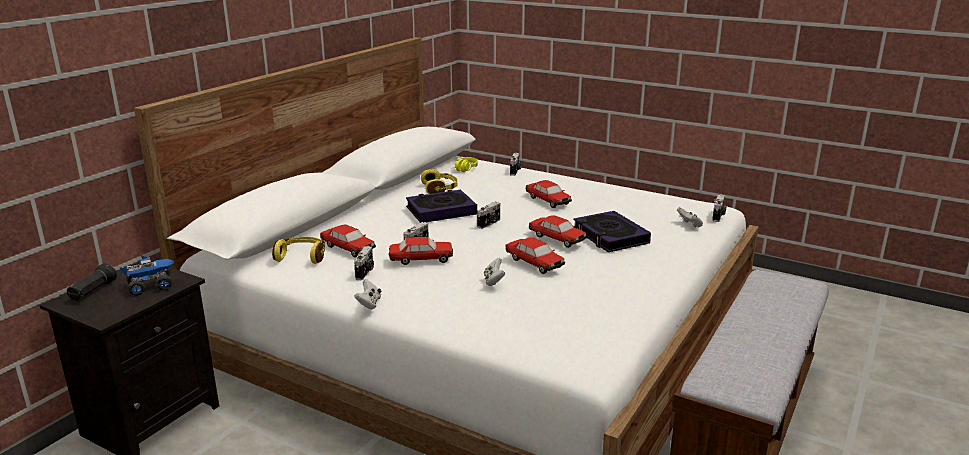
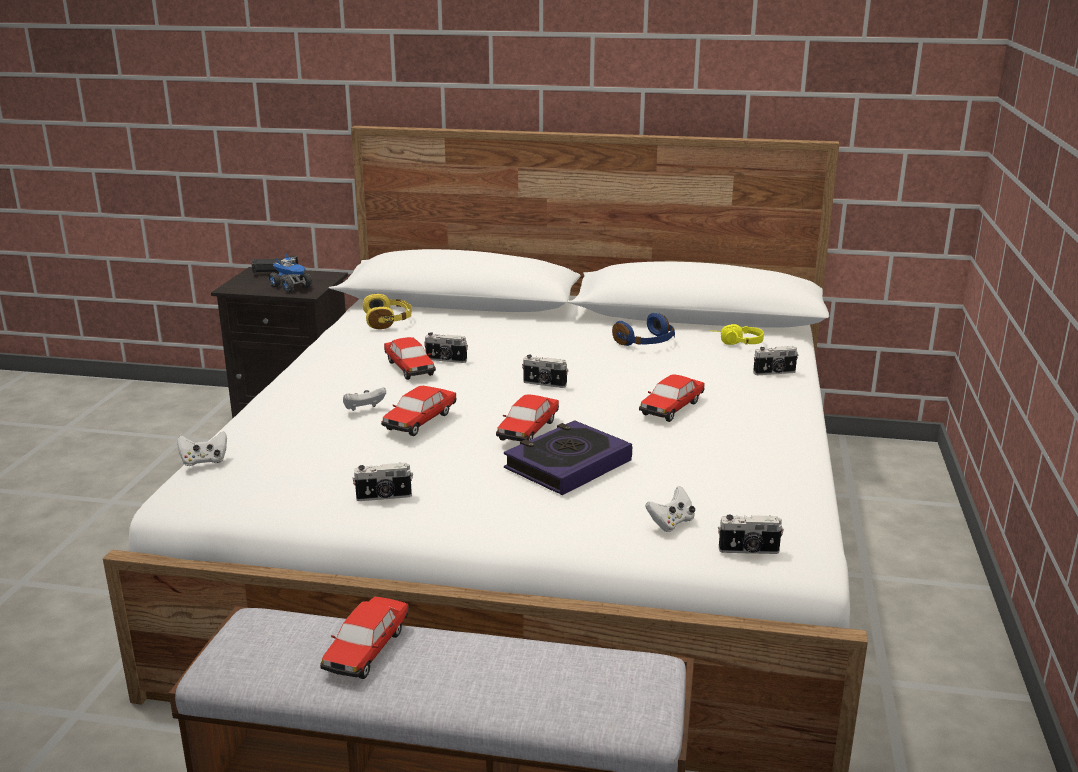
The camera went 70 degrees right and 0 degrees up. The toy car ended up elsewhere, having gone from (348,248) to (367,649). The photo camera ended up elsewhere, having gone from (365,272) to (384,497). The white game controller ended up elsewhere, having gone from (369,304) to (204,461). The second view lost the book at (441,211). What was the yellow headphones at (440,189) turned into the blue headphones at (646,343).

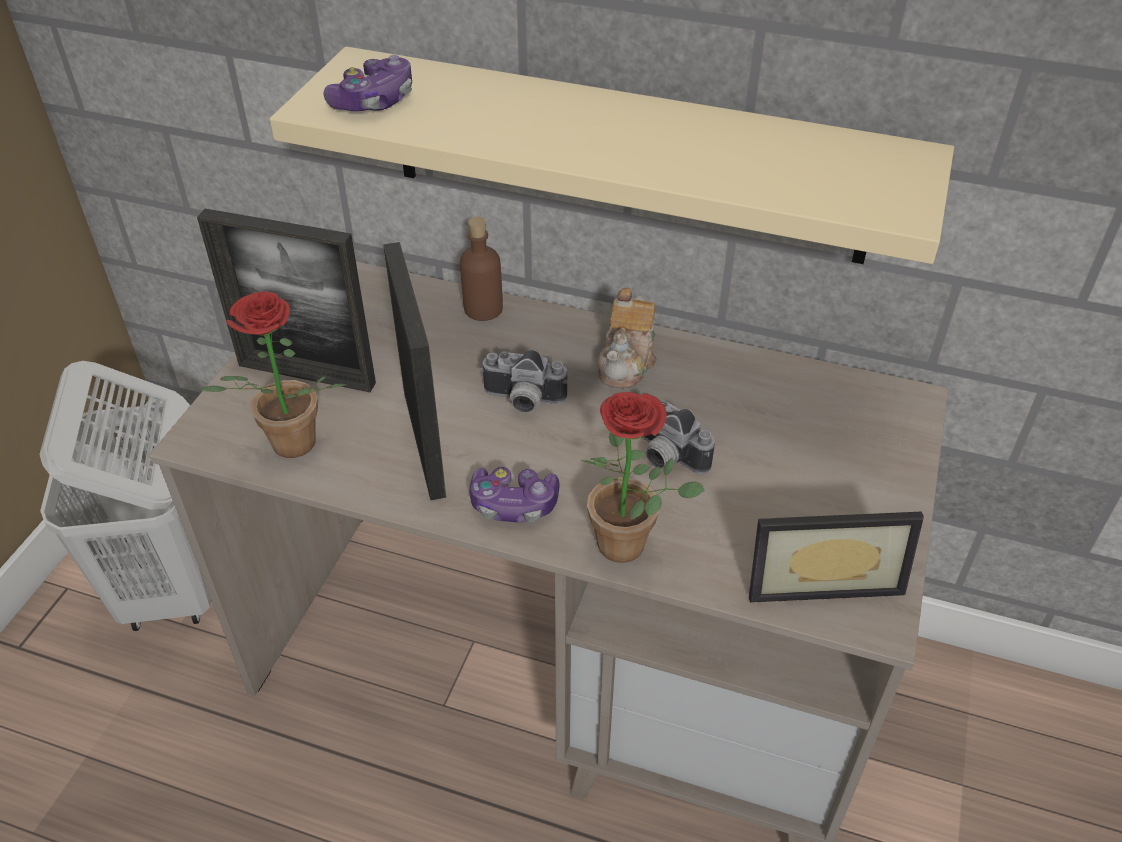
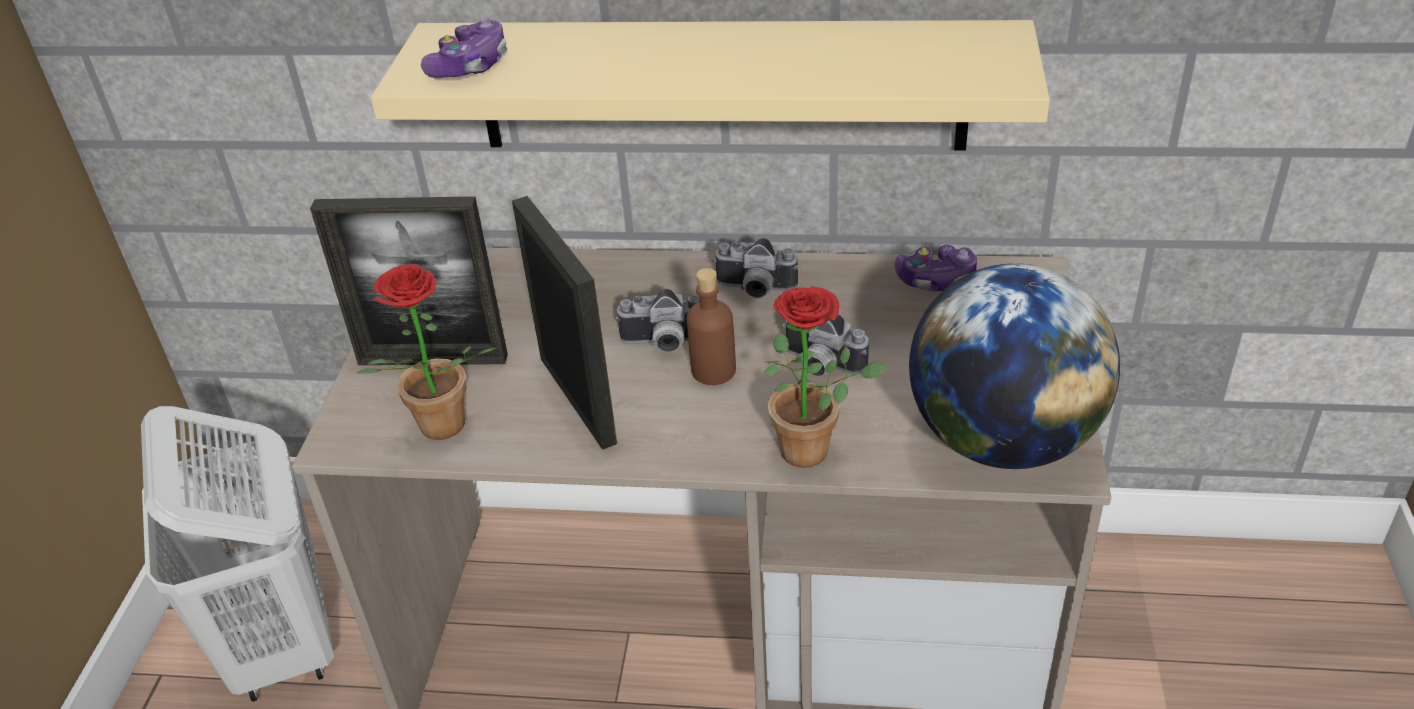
The camera went 10 degrees left and 5 degrees down. The brown bottle ended up elsewhere, having gone from (483,309) to (713,370). The game controller ended up elsewhere, having gone from (514,504) to (936,280). Where the teapot stood at (627,363), the photo camera came to stand at (754,290). Where the picture frame stood at (821,575), the globe came to stand at (1002,440).

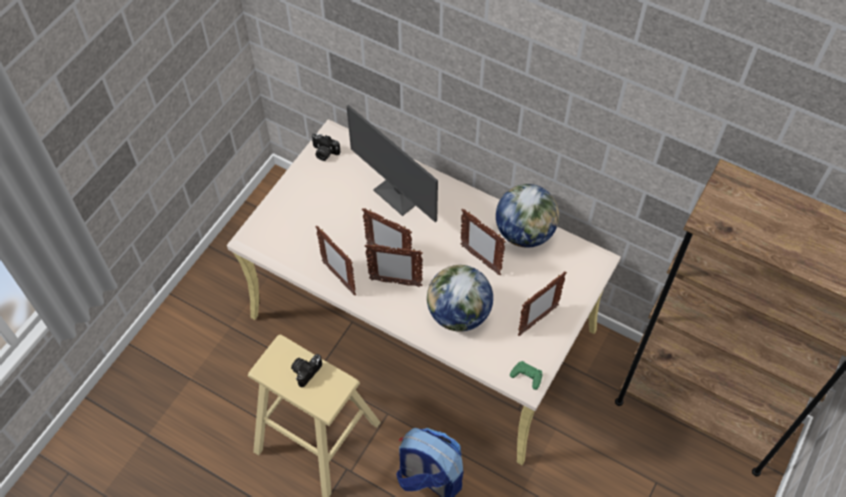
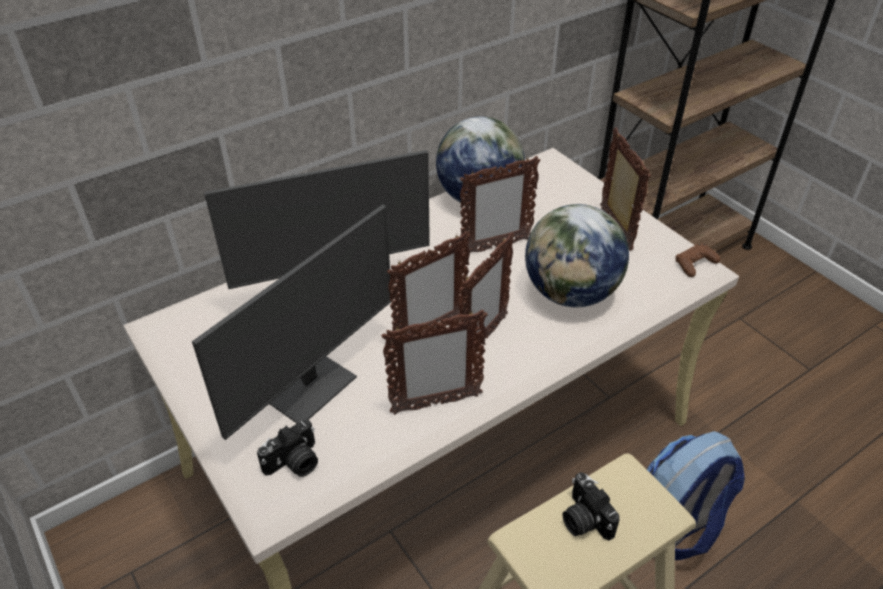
The camera went 65 degrees left and 15 degrees down. The photo camera ended up elsewhere, having gone from (324,153) to (294,463). What was the green game controller at (527,376) turned into the brown game controller at (695,264). The second view gained the monitor at (309,386).

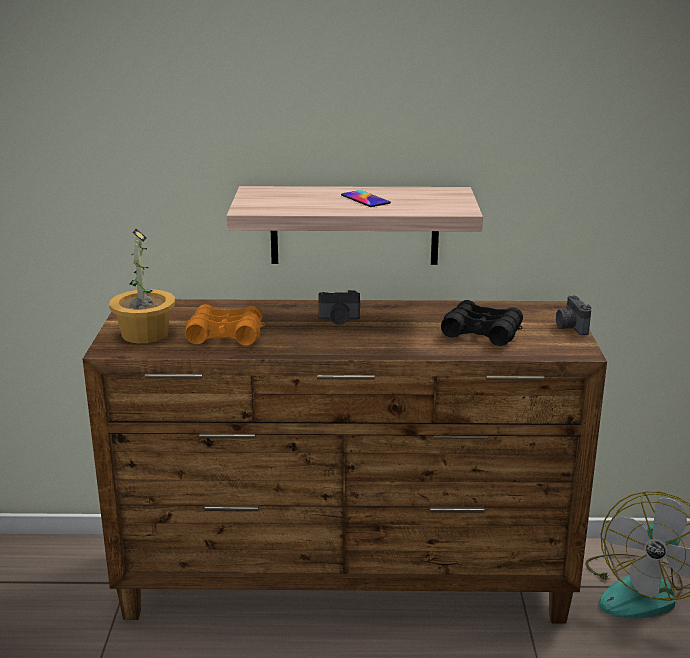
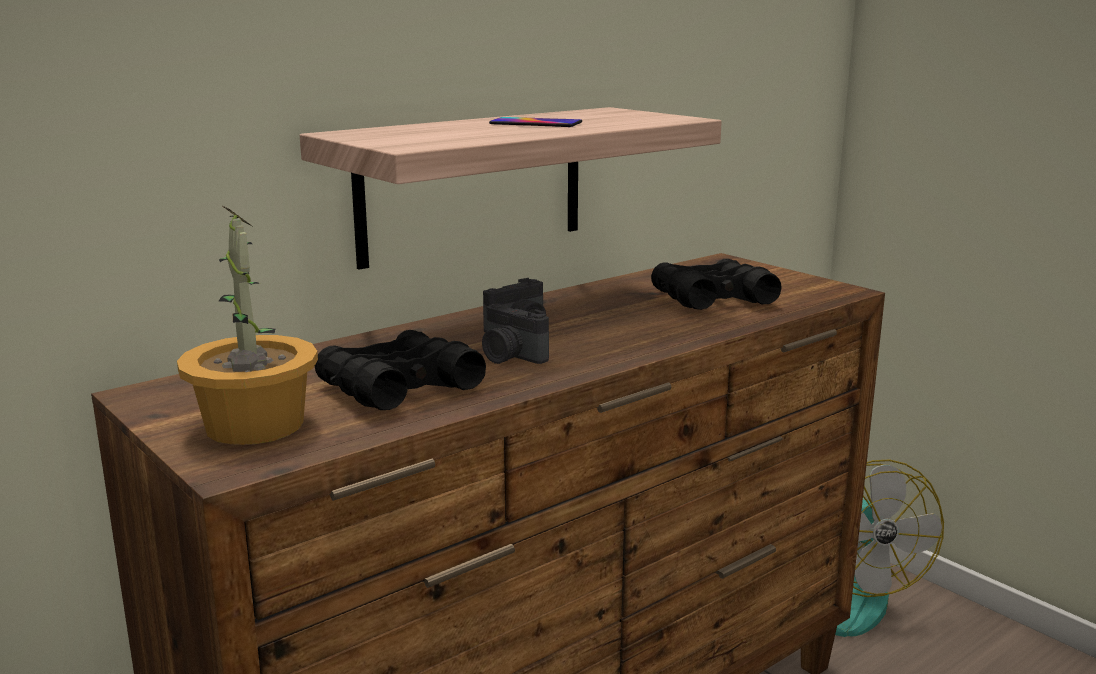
The camera went 40 degrees left and 5 degrees down. What was the orange binoculars at (225,335) turned into the black binoculars at (399,388). The photo camera ended up elsewhere, having gone from (570,327) to (509,357).

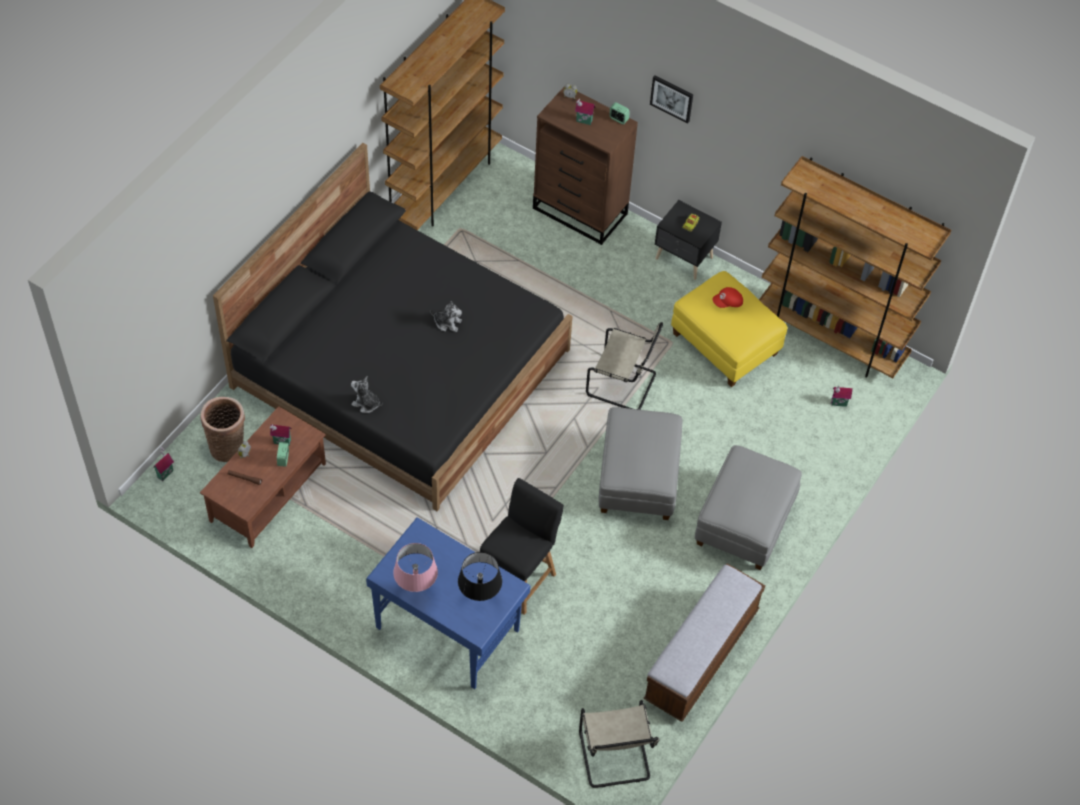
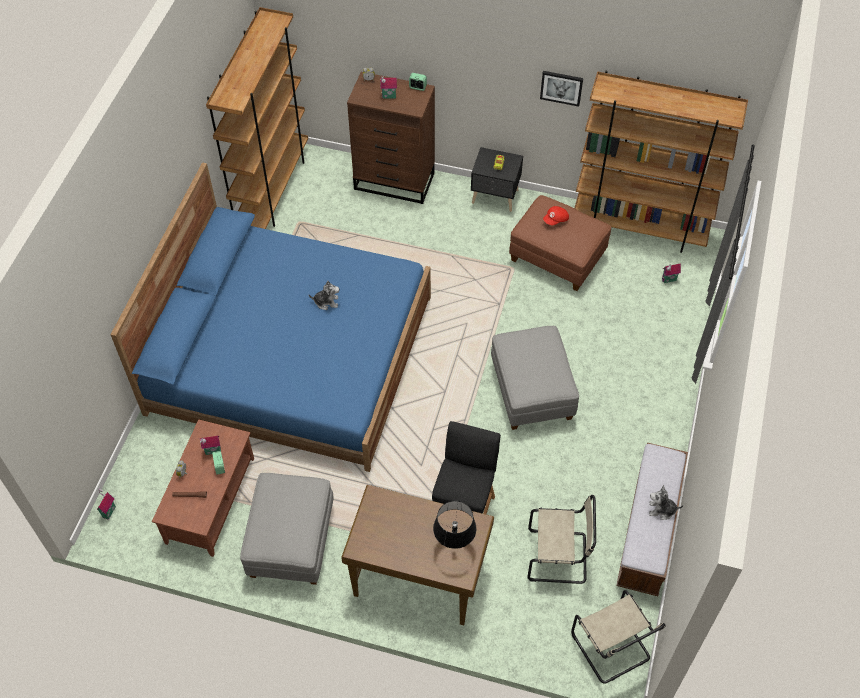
The camera went 15 degrees left and 0 degrees up. The second view lost the basket at (228,446). What was the black bed at (400,368) turned into the blue bed at (290,354). The plush toy ended up elsewhere, having gone from (366,404) to (662,510). What was the blue desk at (447,627) turned into the brown desk at (418,575). The second view lost the pink table lamp at (416,591). The beige chair ended up elsewhere, having gone from (624,384) to (559,557). The picture ended up elsewhere, having gone from (672,98) to (561,87). What was the yellow ottoman at (725,344) turned into the brown ottoman at (557,257). The grey ottoman ended up elsewhere, having gone from (744,523) to (292,541).

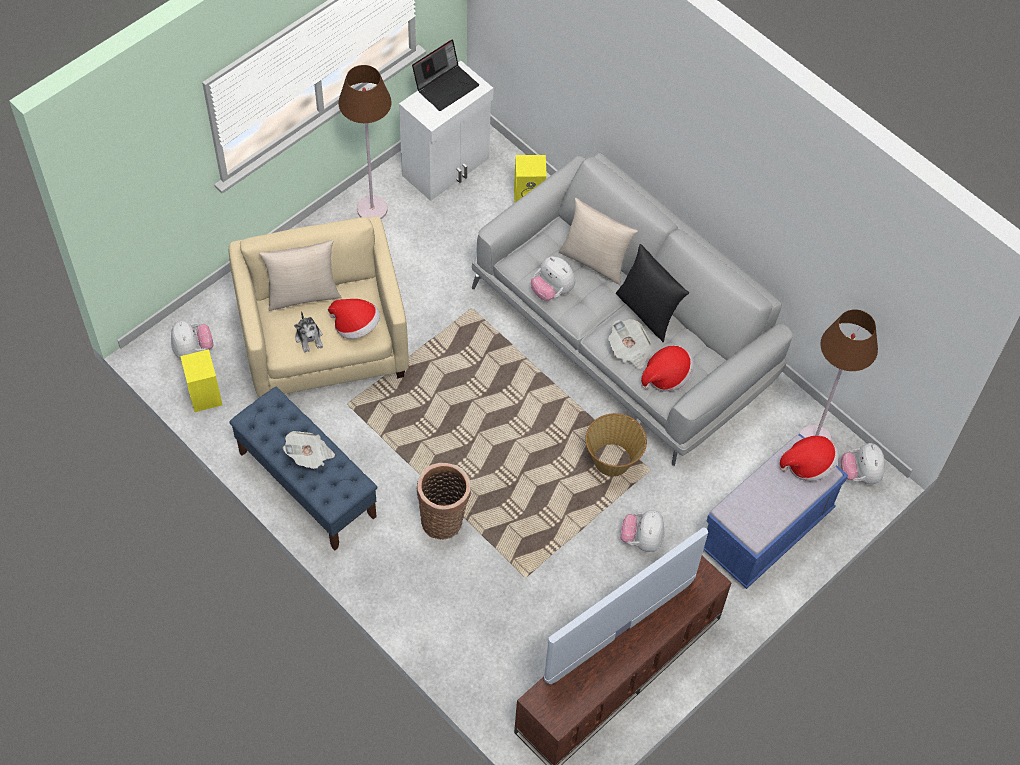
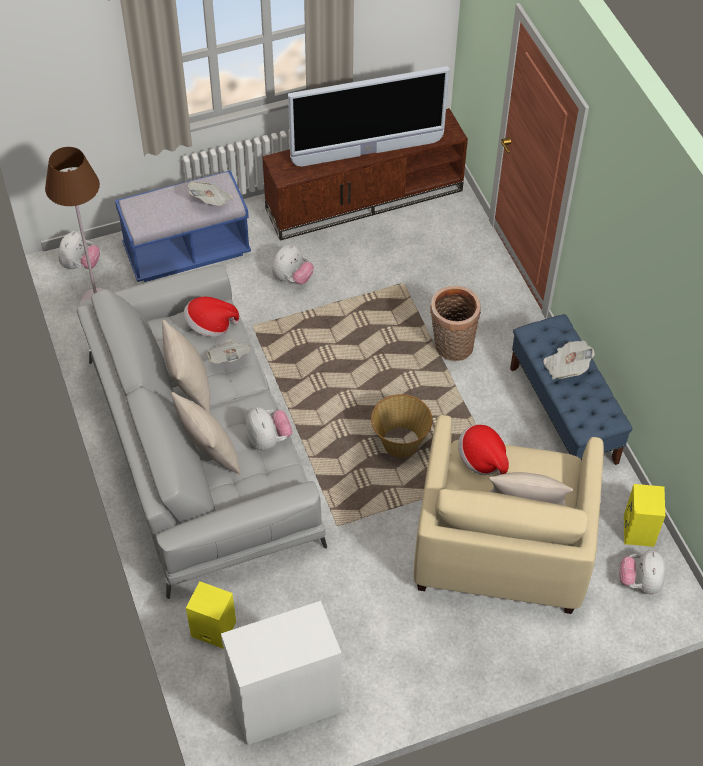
The camera went 155 degrees left and 5 degrees down. The second view lost the plush toy at (309,338). The second view lost the brown floor lamp at (372,209). The second view lost the laptop at (446,86). The basket ended up elsewhere, having gone from (612,460) to (400,443). What was the black pillow at (648,312) turned into the beige pillow at (189,388). The second view lost the hat at (808,465). The second view gained the newspaper at (211,201).

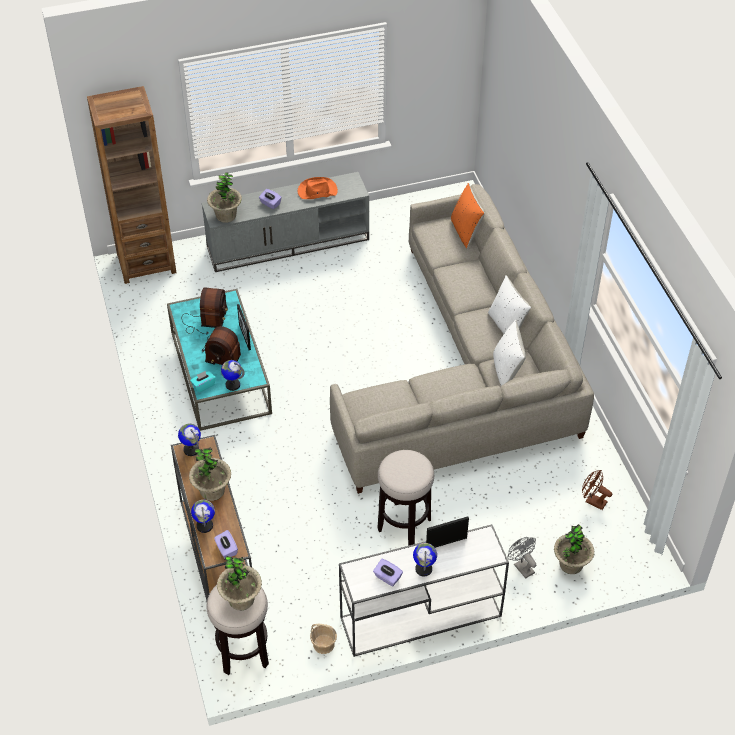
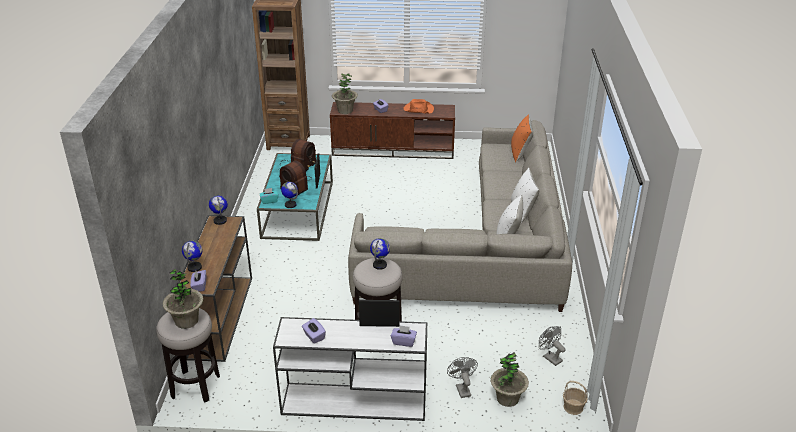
The camera went 20 degrees right and 15 degrees down. The second view lost the potted plant at (212,490). What was the grey tv stand at (288,242) turned into the brown tv stand at (394,150). The basket ended up elsewhere, having gone from (324,644) to (573,407). The globe ended up elsewhere, having gone from (424,569) to (380,265). What was the brown fan at (592,501) turned into the grey fan at (550,357). The second view gained the purple tissue box at (403,341).

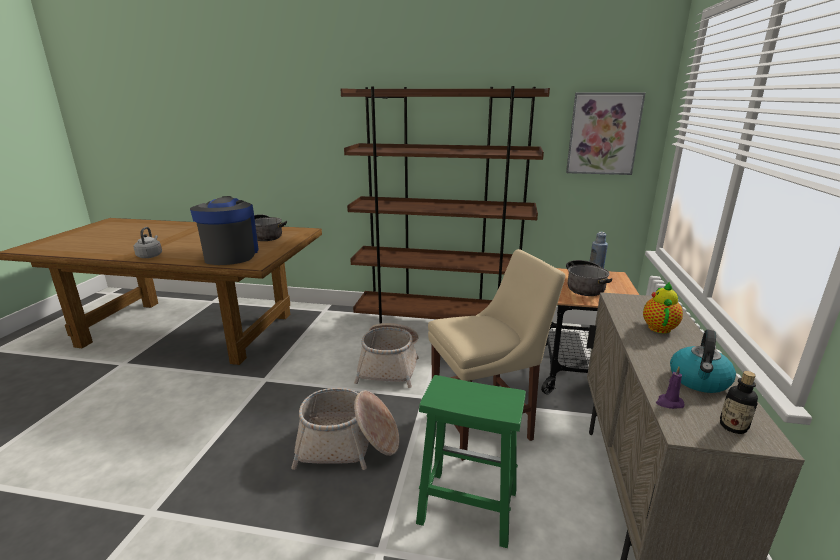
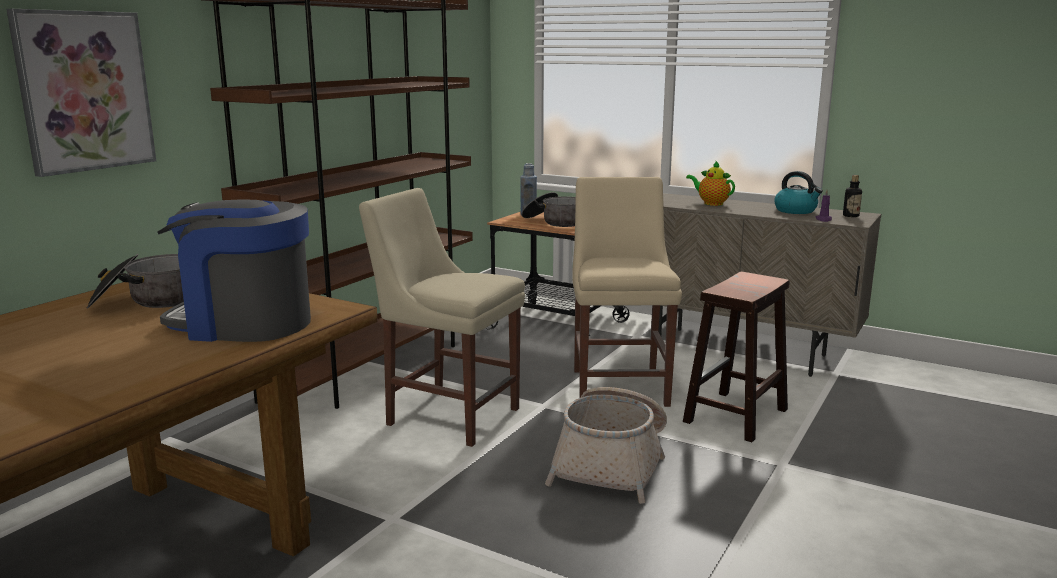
The camera went 70 degrees left and 5 degrees down. The second view lost the grey kettle at (150,255). Where the basket stood at (390,365), the beige chair came to stand at (448,415). What was the green stool at (466,507) turned into the brown stool at (735,416). The picture ended up elsewhere, having gone from (603,134) to (84,91).

